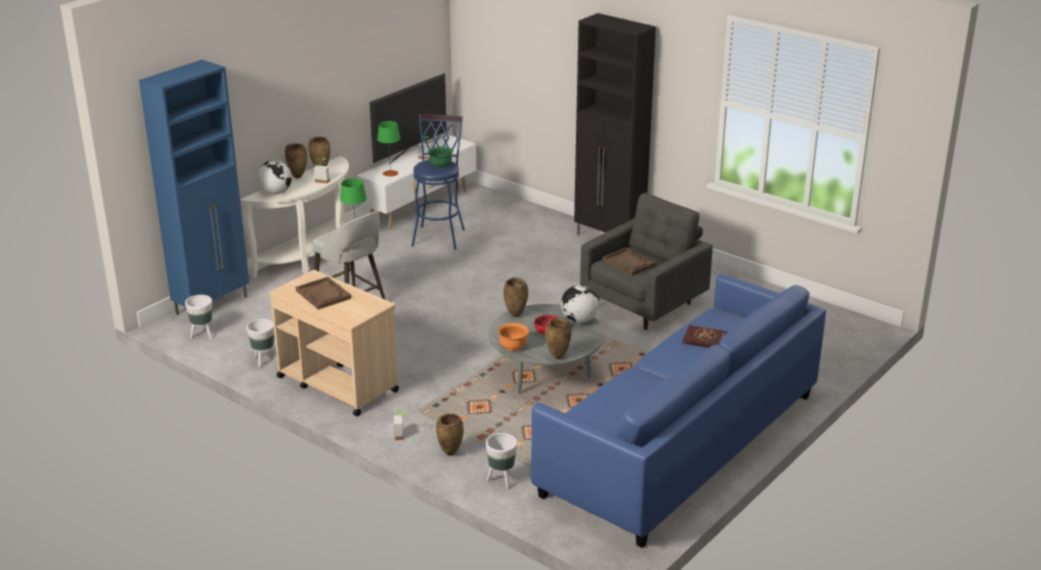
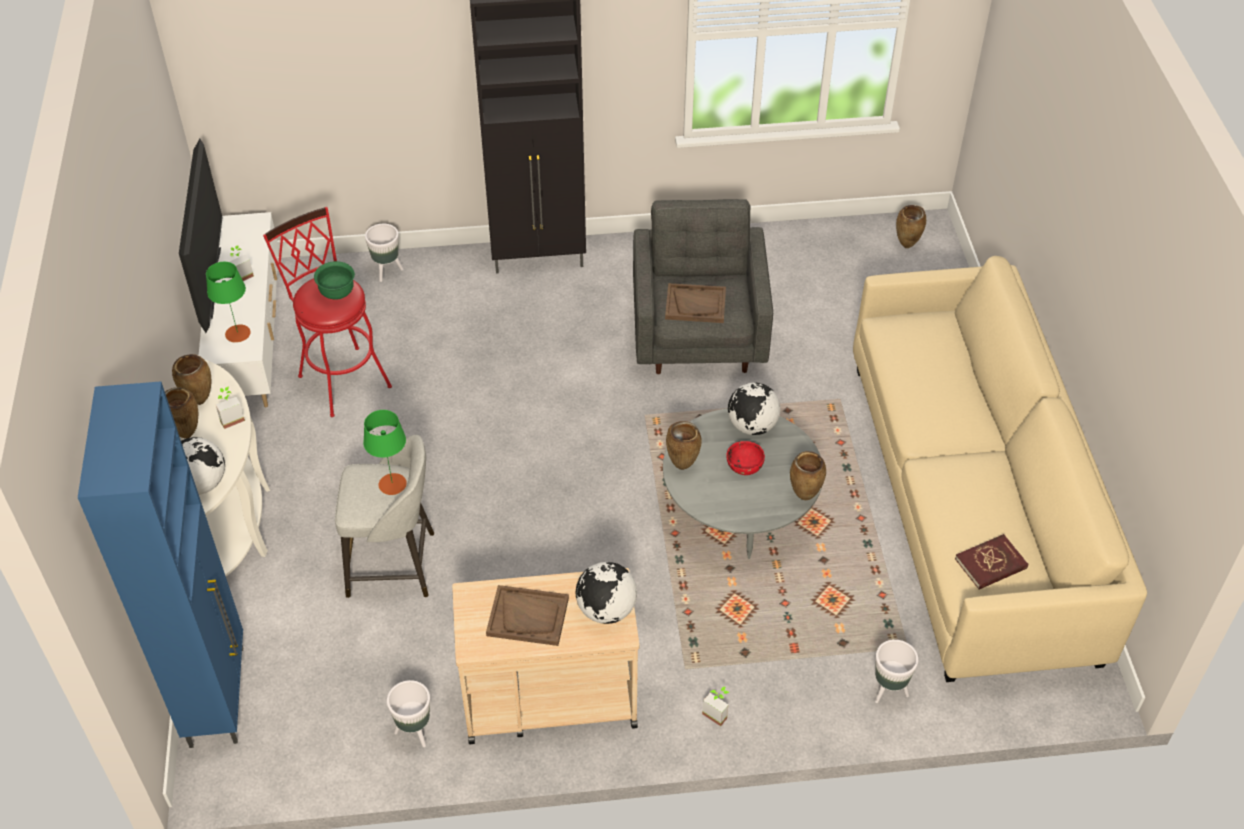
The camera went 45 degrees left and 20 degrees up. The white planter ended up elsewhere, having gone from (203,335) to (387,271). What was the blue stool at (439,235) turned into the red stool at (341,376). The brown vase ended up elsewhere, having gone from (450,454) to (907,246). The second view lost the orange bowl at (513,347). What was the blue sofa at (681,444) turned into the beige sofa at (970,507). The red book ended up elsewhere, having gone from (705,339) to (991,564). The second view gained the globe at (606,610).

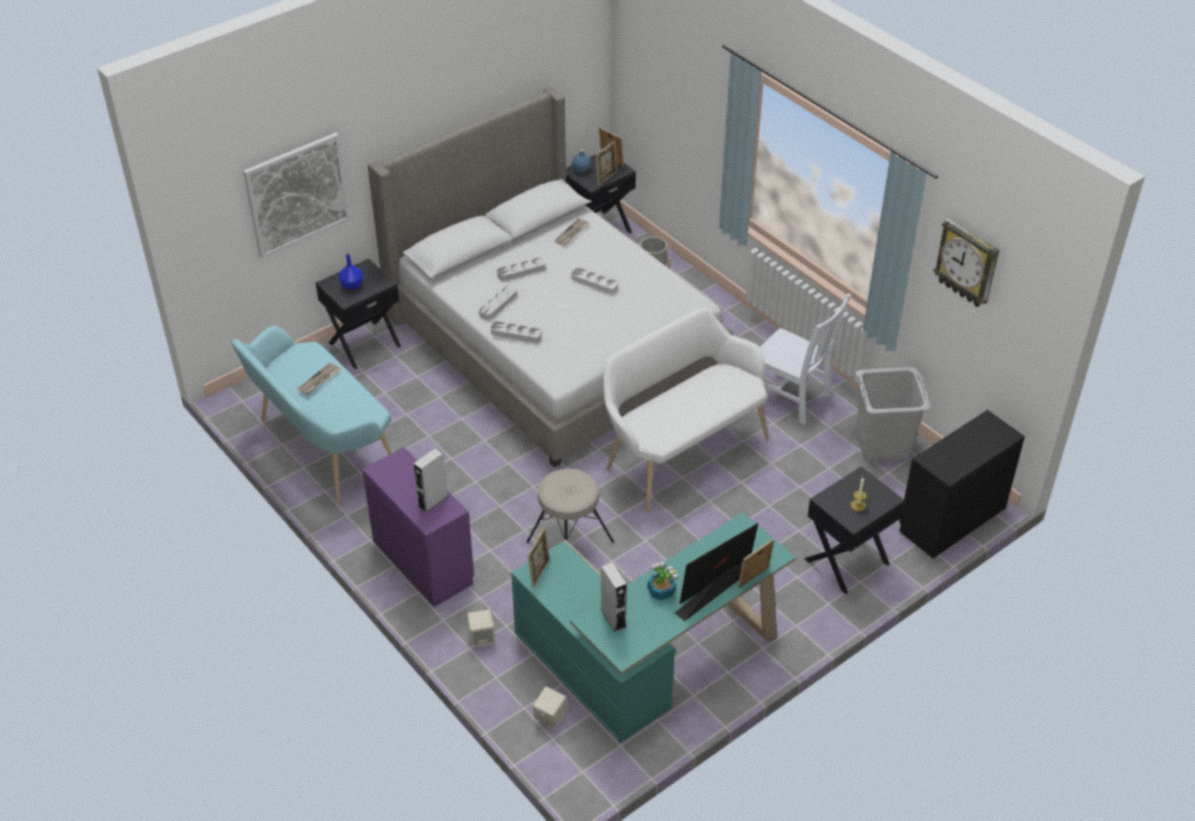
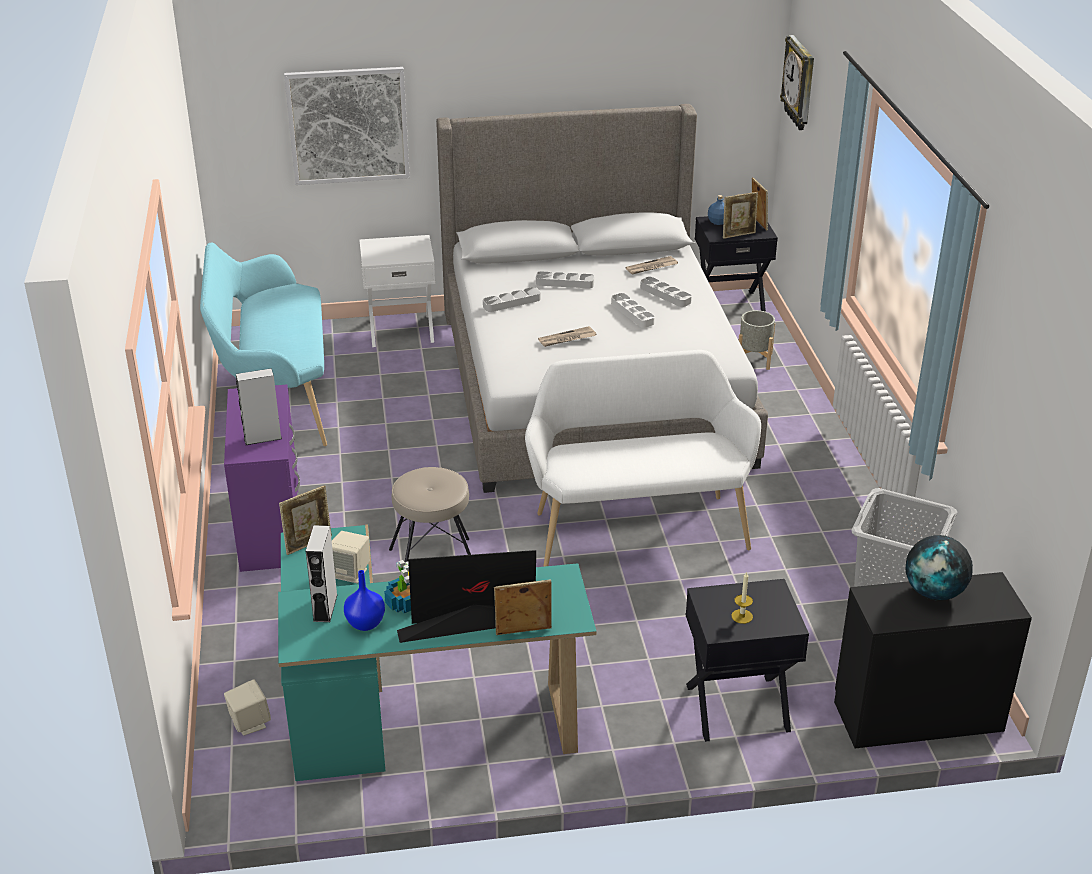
The camera went 30 degrees right and 10 degrees down. The newspaper ended up elsewhere, having gone from (319,380) to (567,339). What was the black nightstand at (364,344) turned into the white nightstand at (401,329). The blue vase ended up elsewhere, having gone from (352,285) to (366,623). The beige speaker ended up elsewhere, having gone from (482,638) to (350,573). The grey tray ended up elsewhere, having gone from (516,334) to (665,295). The second view lost the white chair at (792,398). The wall clock ended up elsewhere, having gone from (967,263) to (800,83). The second view gained the globe at (934,593).

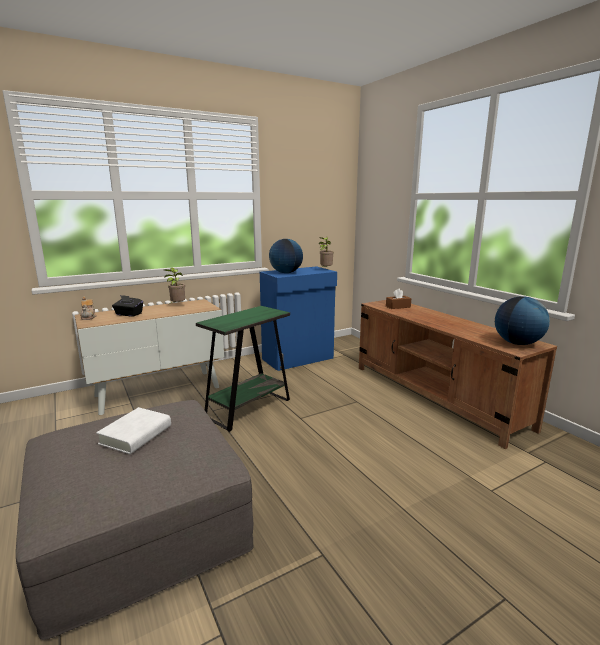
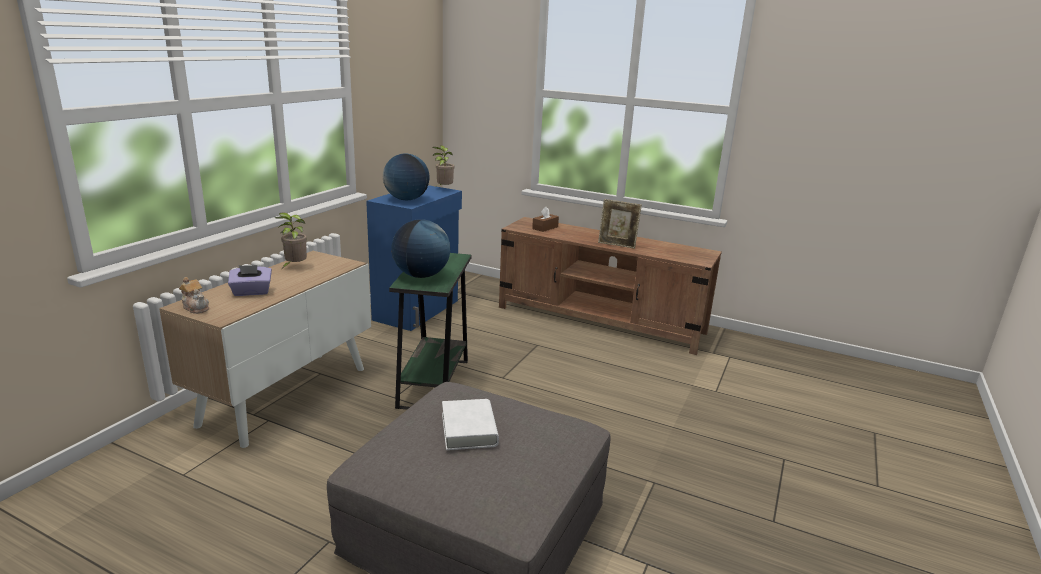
The camera went 35 degrees left and 5 degrees up. What was the black tissue box at (128,314) turned into the purple tissue box at (251,292). The globe ended up elsewhere, having gone from (517,343) to (421,276). The second view gained the picture frame at (617,245).

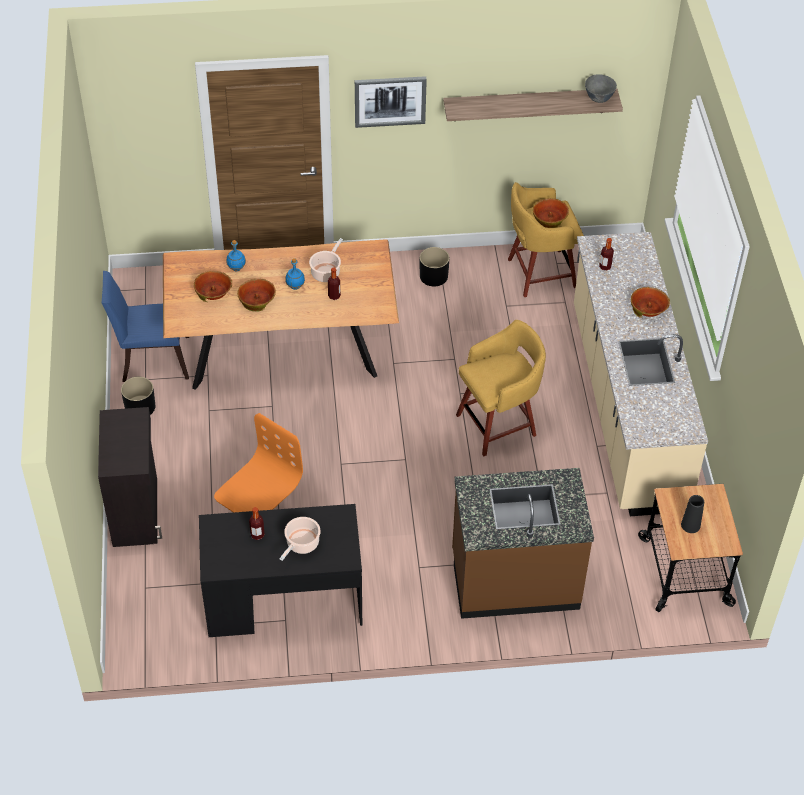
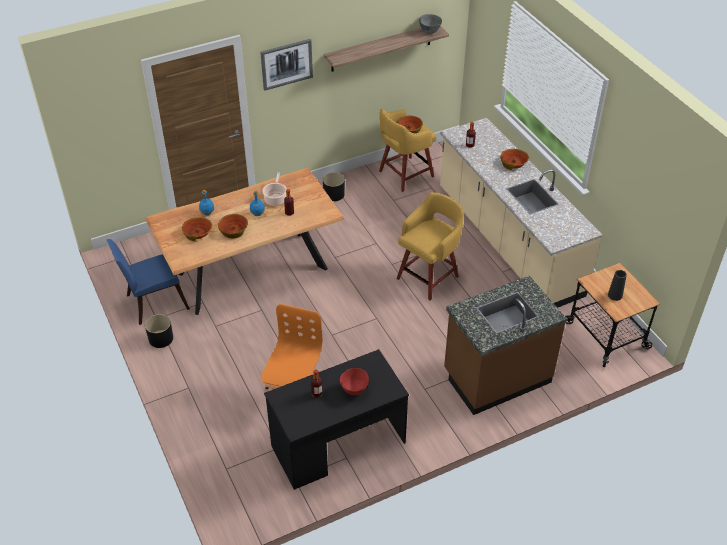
The camera went 20 degrees left and 5 degrees down. The second view lost the black cabinet at (136,511). Where the cooking pot stood at (301,544), the red bowl came to stand at (354,390).

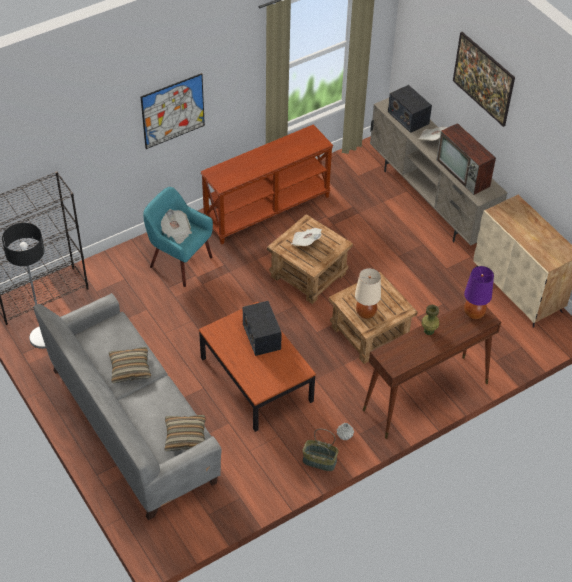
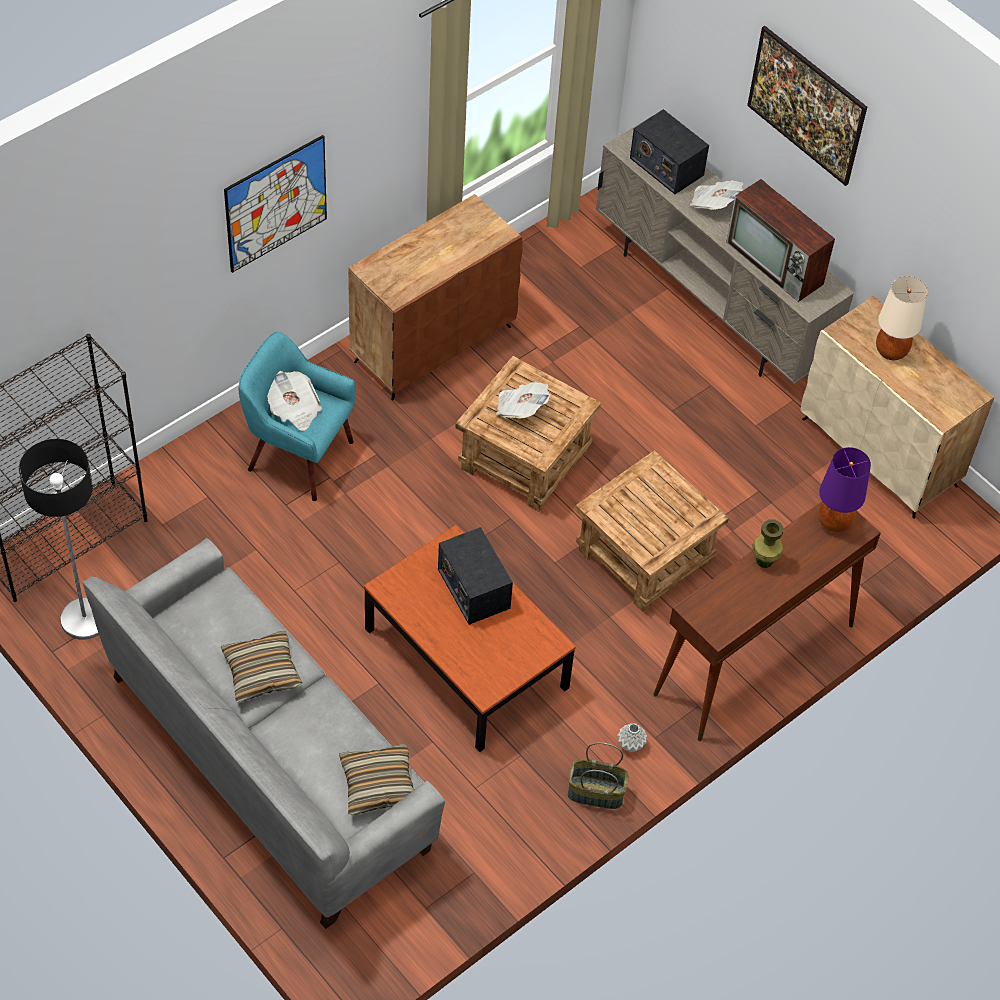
The camera went 10 degrees left and 5 degrees up. Where the brown console table stood at (267,209), the brown cabinet came to stand at (433,343). The beige table lamp ended up elsewhere, having gone from (366,313) to (891,351).

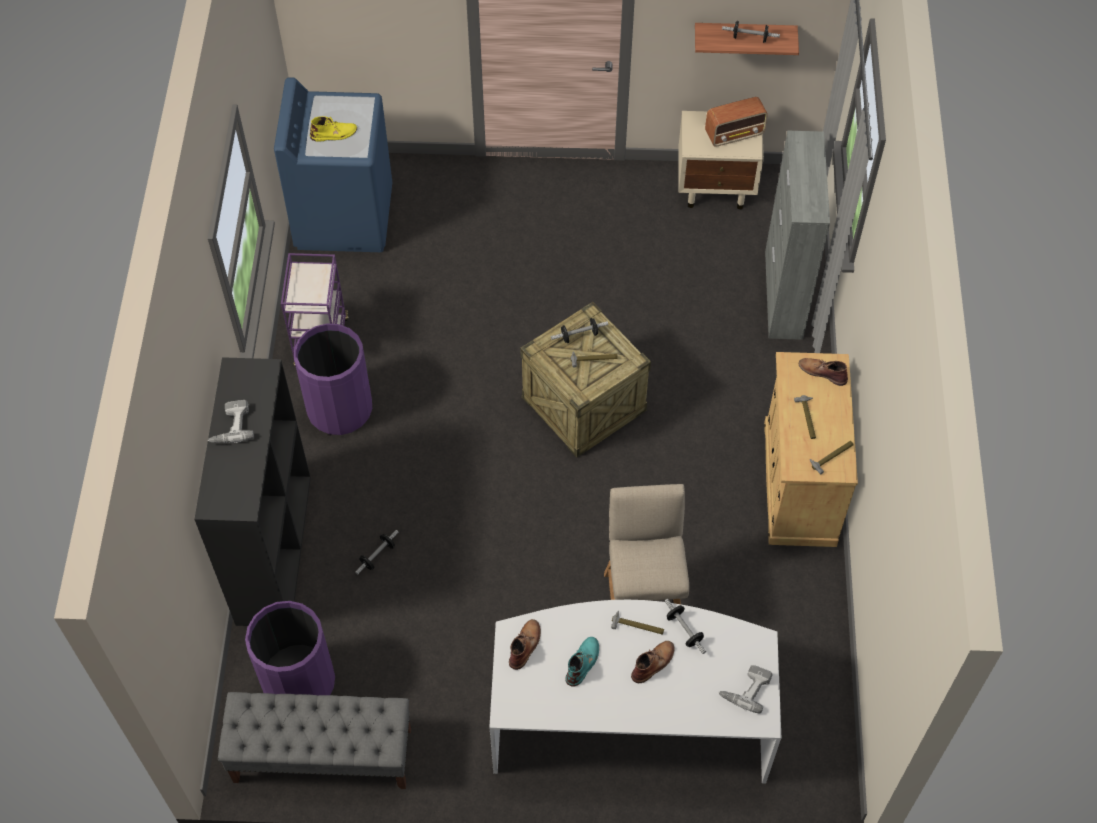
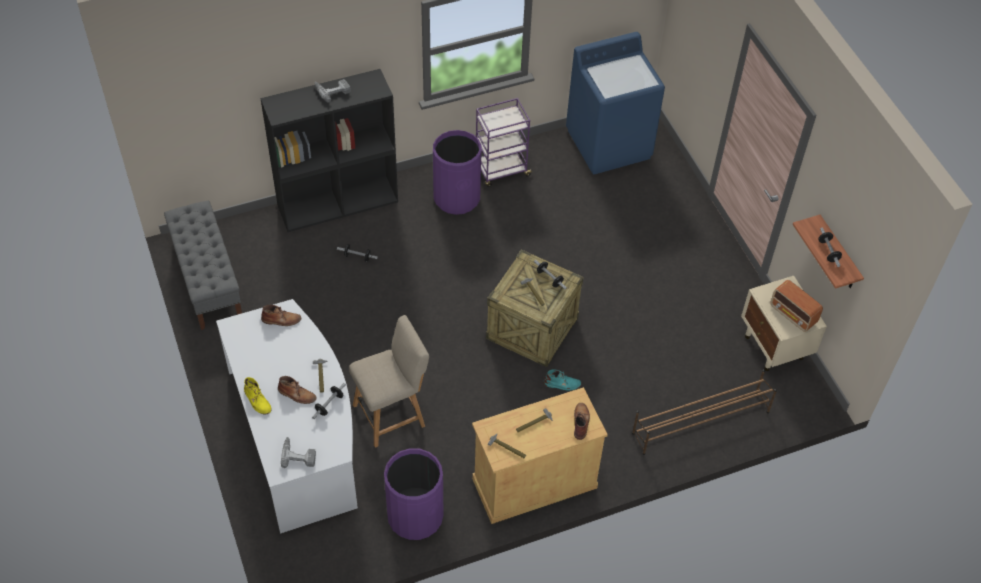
The camera went 65 degrees right and 5 degrees down. The purple trash can ended up elsewhere, having gone from (299,682) to (415,516). The yellow boot ended up elsewhere, having gone from (334,134) to (257,400). The turquoise boot ended up elsewhere, having gone from (583,662) to (562,384). Where the grey cabinet stood at (783,295), the brown shoe rack came to stand at (700,422).

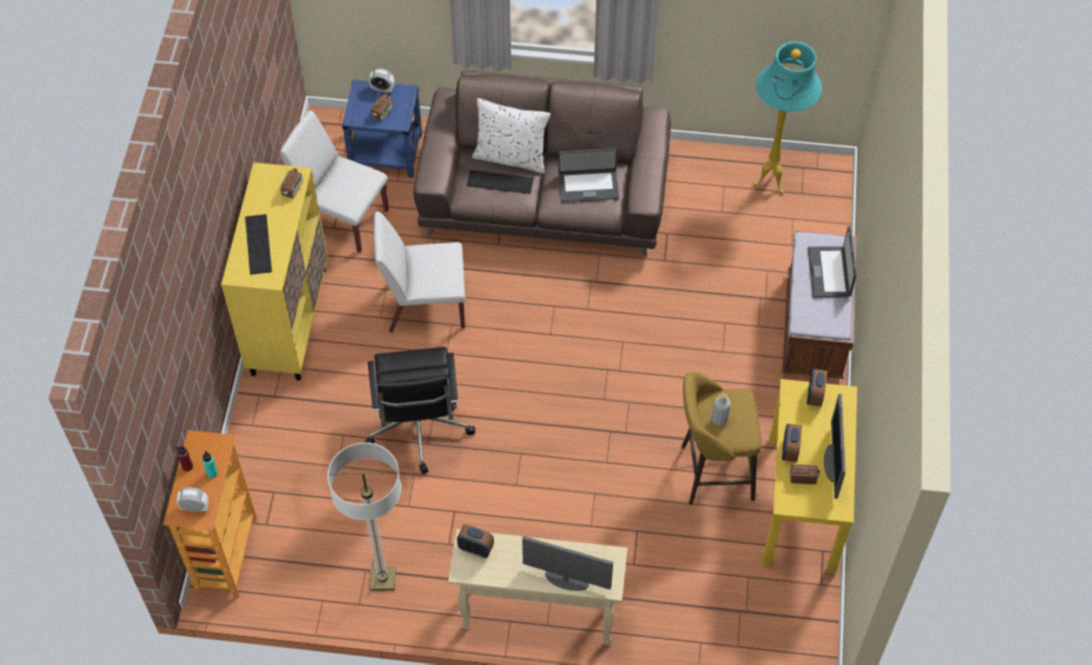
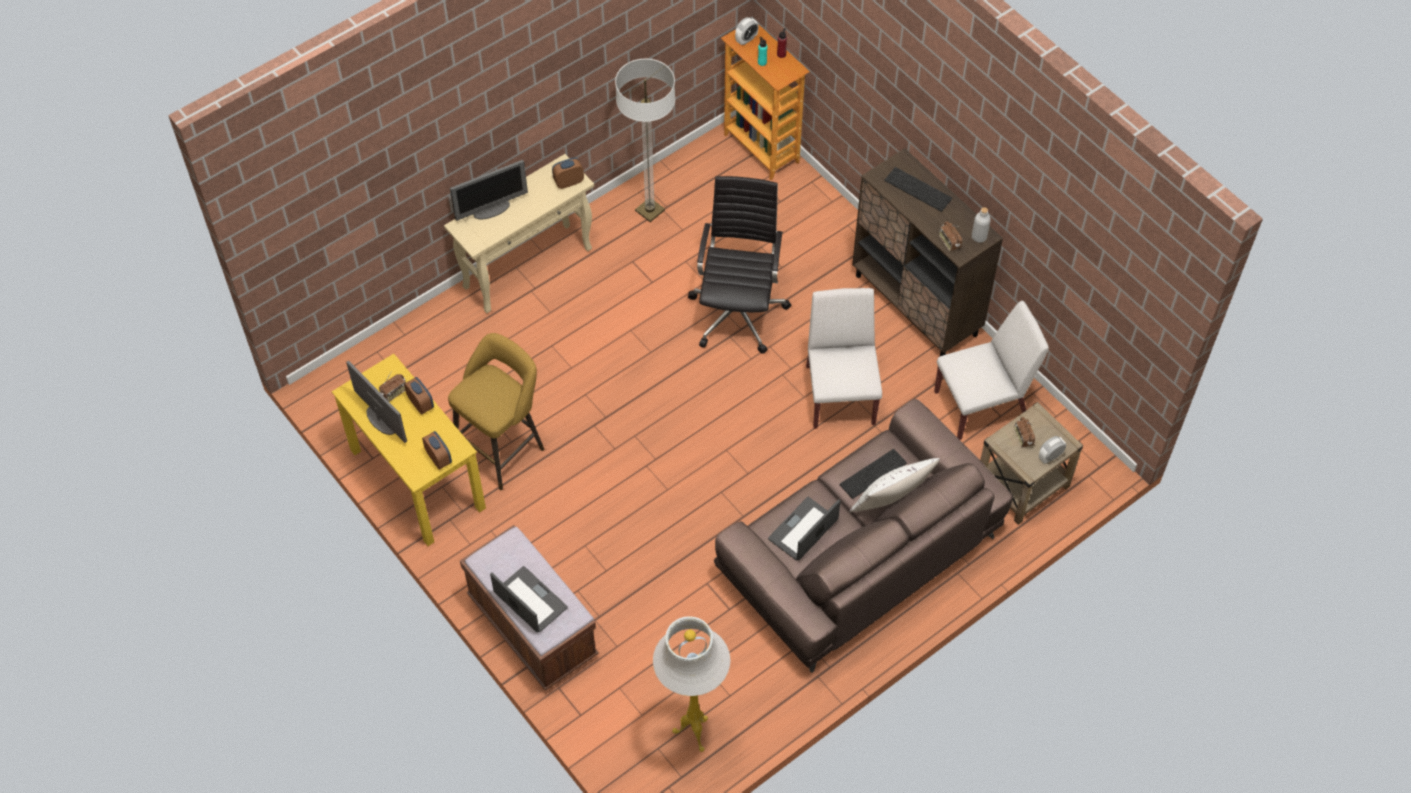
The camera went 135 degrees right and 0 degrees up. What was the yellow cabinet at (289,320) turned into the brown cabinet at (916,305). What was the blue side table at (386,152) turned into the beige side table at (1021,485). The black office chair at (418,428) ended up facing another way, 60 degrees clockwise from before. The white chair at (424,305) ended up facing another way, 45 degrees counterclockwise from before. The grey bottle ended up elsewhere, having gone from (719,419) to (979,237). What was the turquoise floor lamp at (771,184) turned into the white floor lamp at (692,734).

